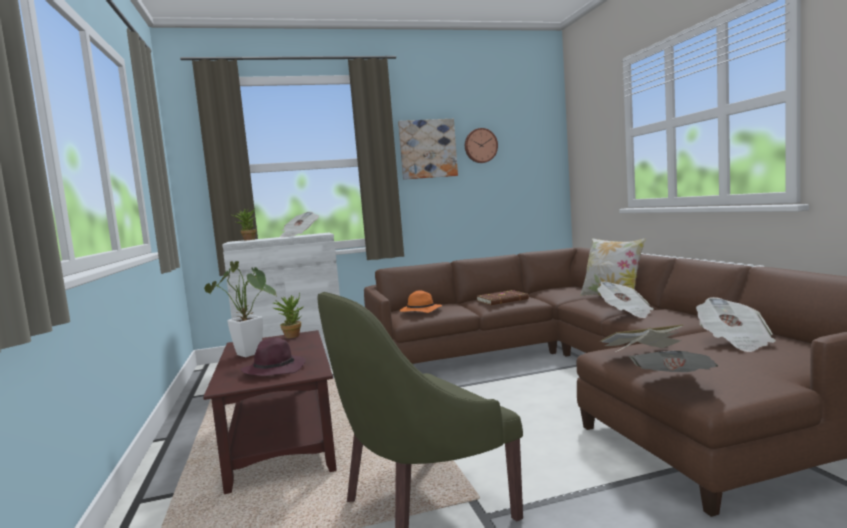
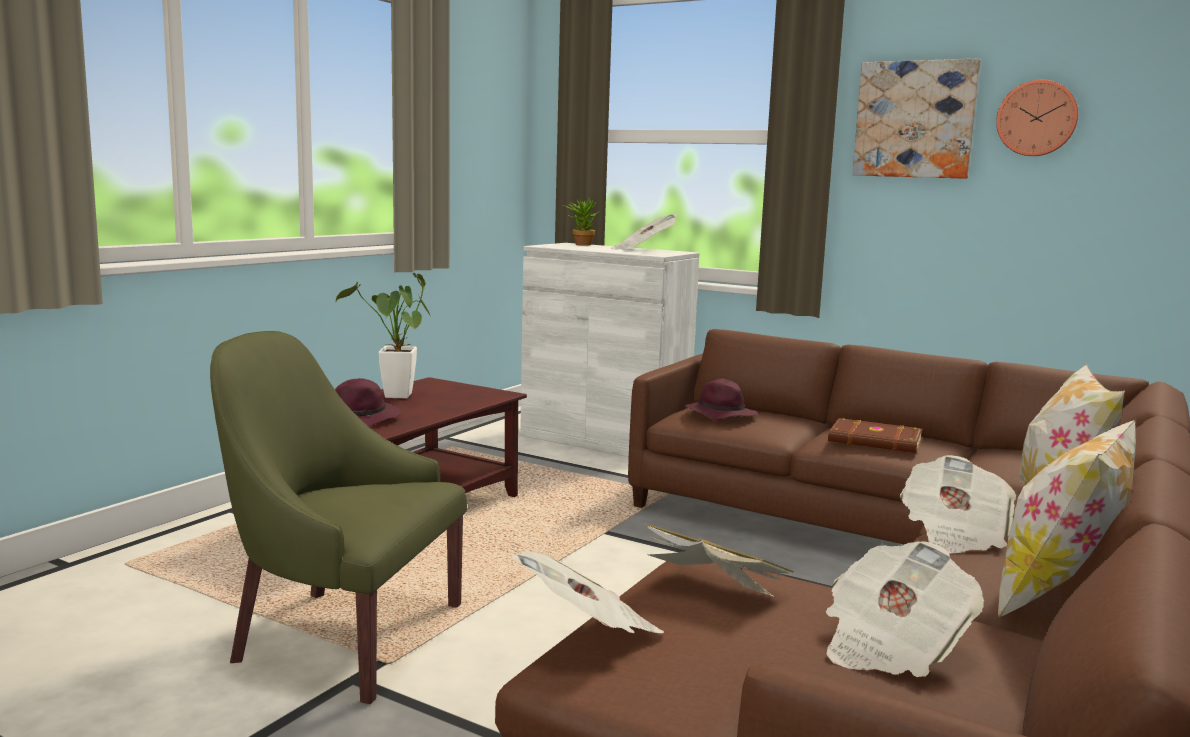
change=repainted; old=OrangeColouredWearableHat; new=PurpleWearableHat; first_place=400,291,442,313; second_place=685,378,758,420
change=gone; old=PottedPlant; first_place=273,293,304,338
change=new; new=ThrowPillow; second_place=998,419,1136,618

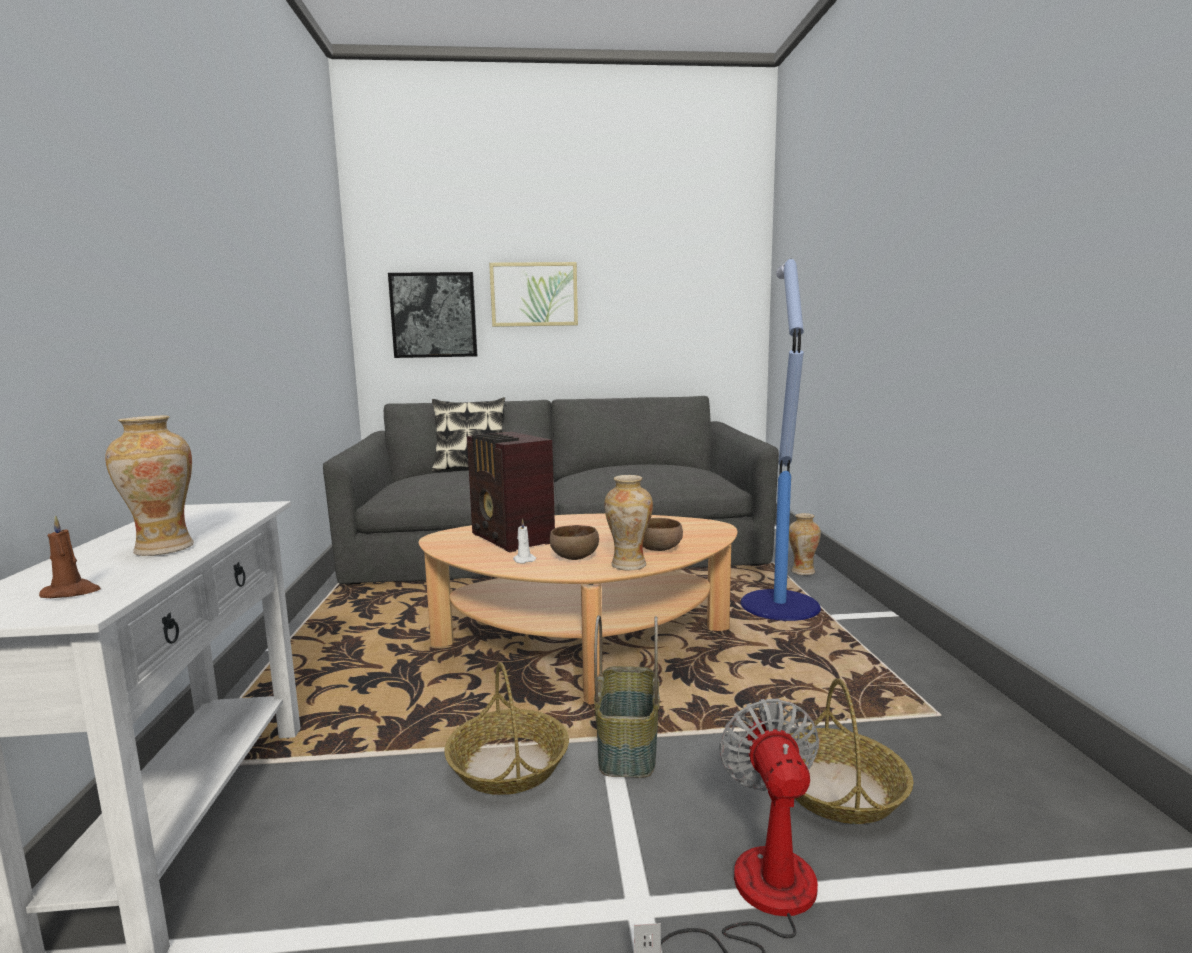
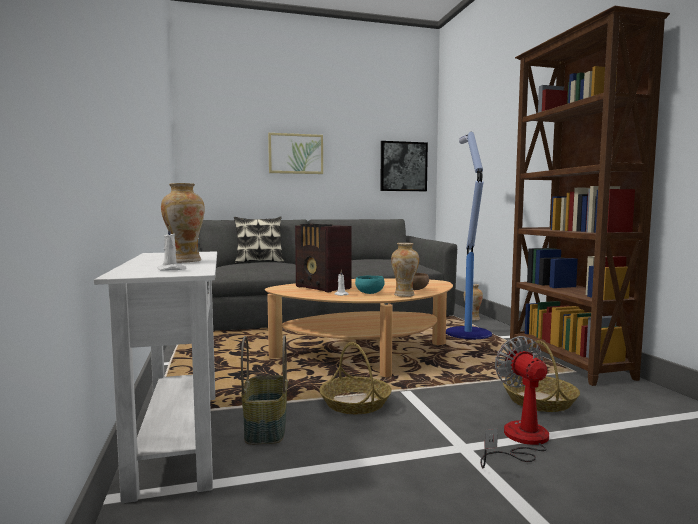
change=shifted; old=Picture; first_place=388,272,477,358; second_place=380,141,428,191
change=repainted; old=BrownishWaxCandle; new=WhiteWaxCandle; first_place=39,515,101,598; second_place=157,225,187,271
change=repainted; old=BrownishBowl; new=BlueGreenBowl; first_place=550,525,599,560; second_place=355,276,385,294
change=shifted; old=StorageBasket; first_place=594,615,660,778; second_place=241,335,288,445
change=new; new=BrownishShelvingUnit; second_place=510,6,670,386

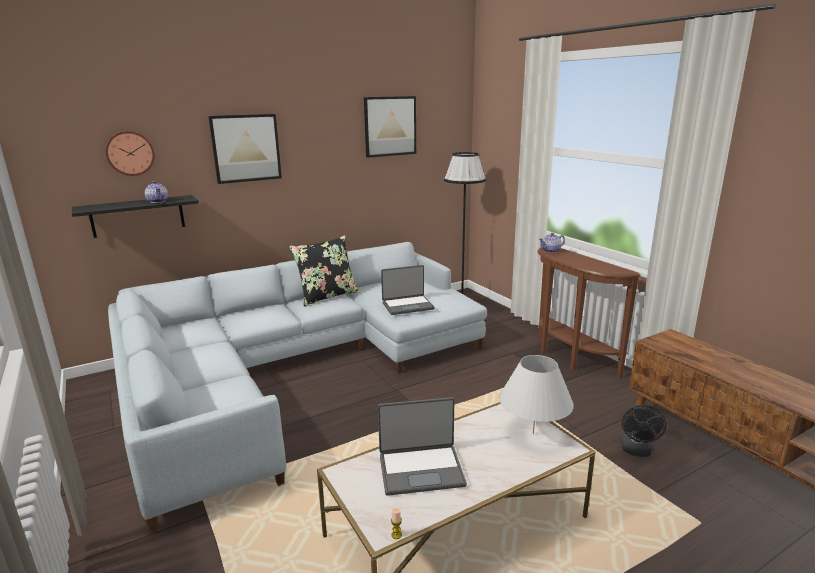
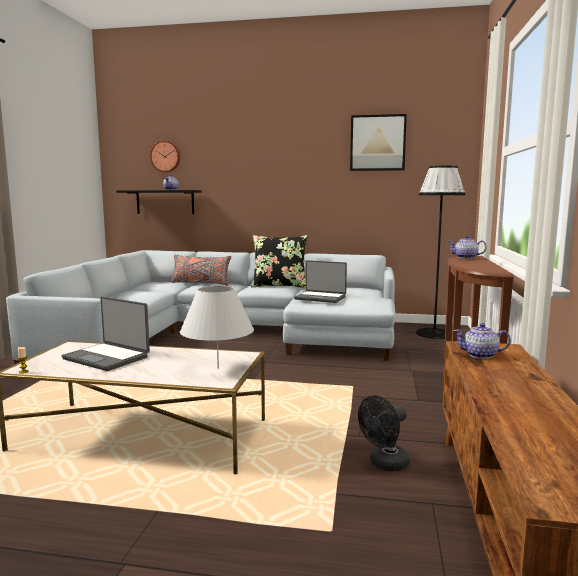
change=gone; old=Picture; first_place=208,114,282,184
change=new; new=GreyishThrowPillow; second_place=171,254,231,286
change=new; new=TeaPot; second_place=453,323,511,359

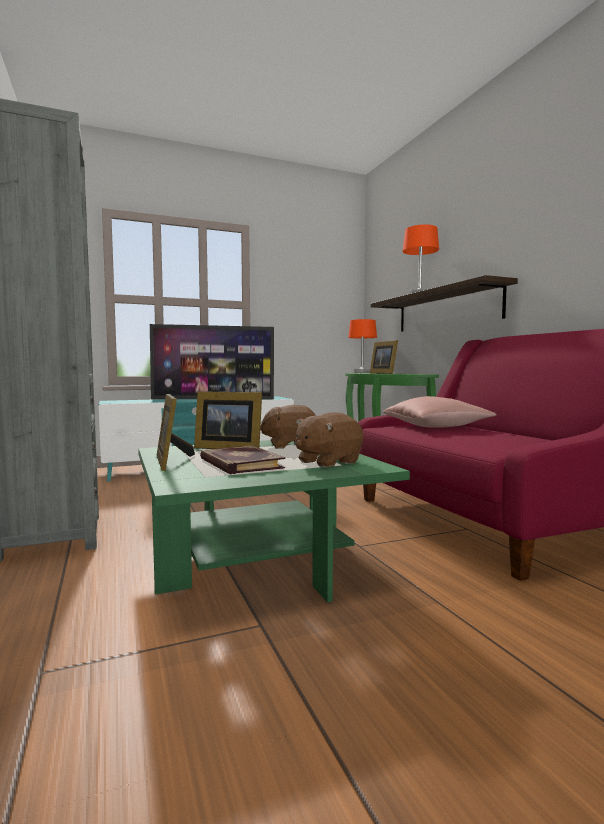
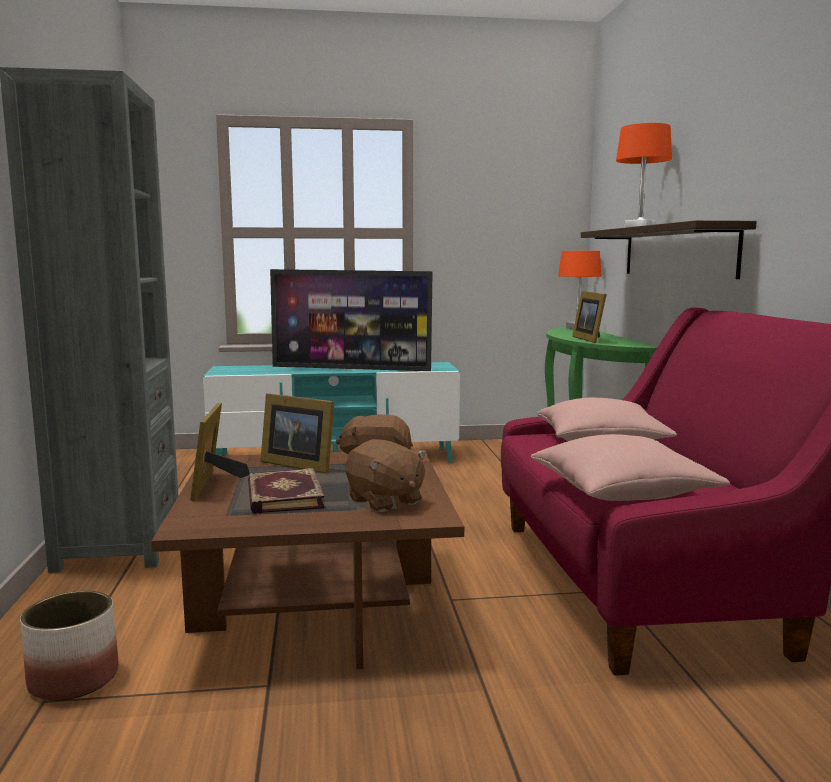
change=rotated; old=BrownishSoftToy; first_place=295,412,363,468; second_place=345,439,427,512; degrees=-105
change=repainted; old=GreenishLoungeTable; new=BrownishLoungeTable; first_place=138,440,410,603; second_place=151,449,464,669
change=new; new=PinkColouredThrowPillow; second_place=531,434,730,501
change=new; new=FlowerPot; second_place=20,591,119,701

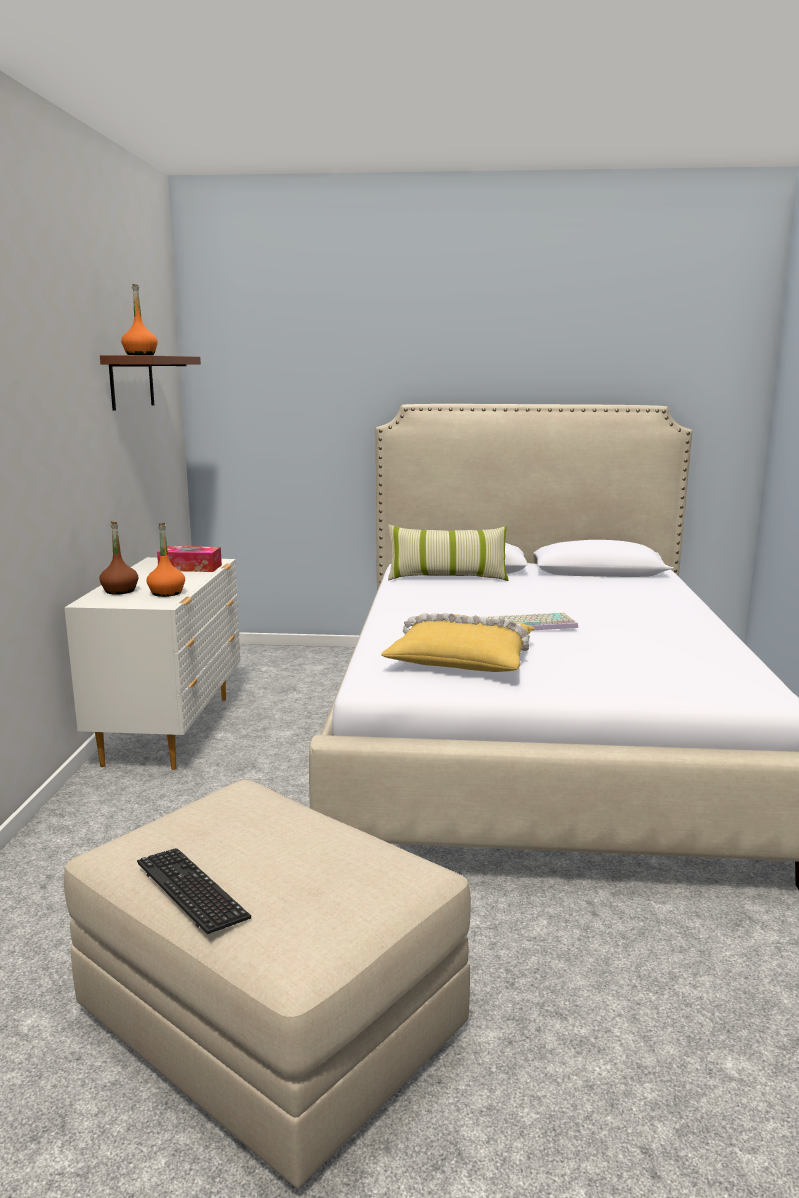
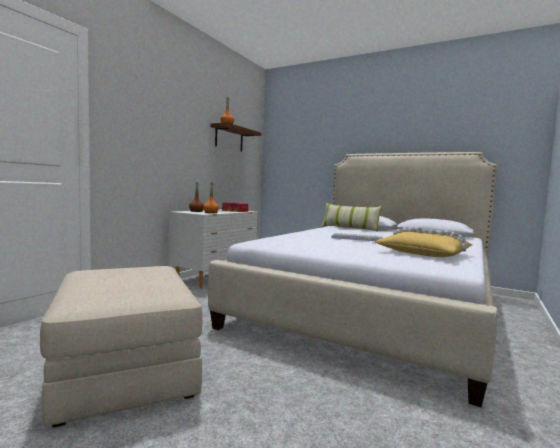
change=shifted; old=YellowishThrowPillow; first_place=381,613,534,672; second_place=375,227,473,257
change=gone; old=PcKeyboard; first_place=137,848,251,934

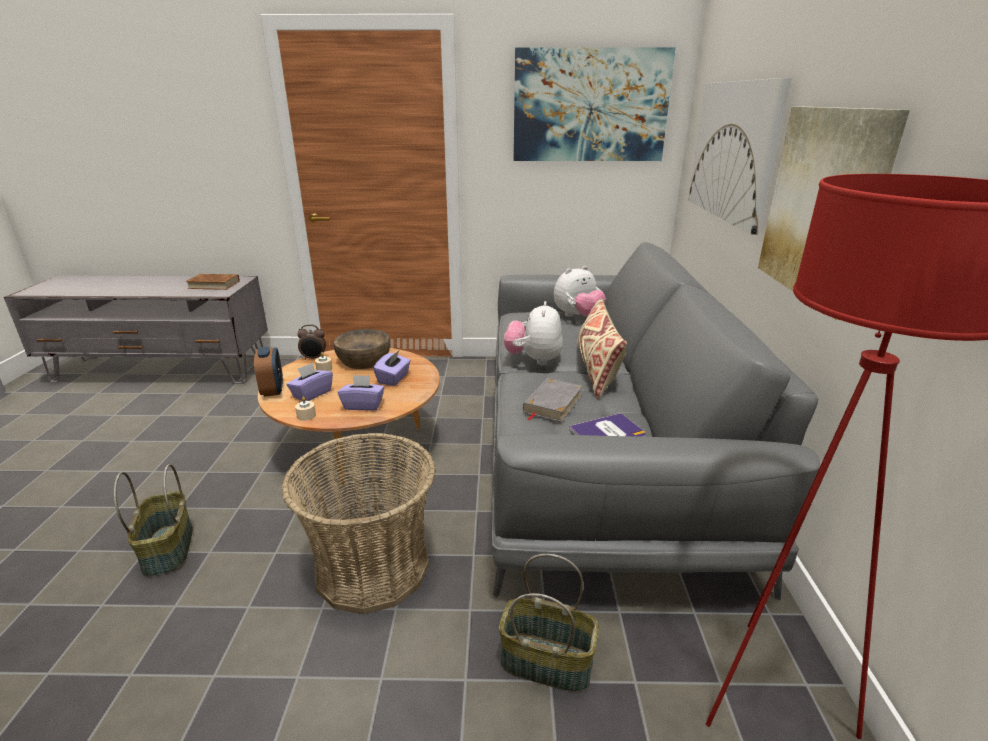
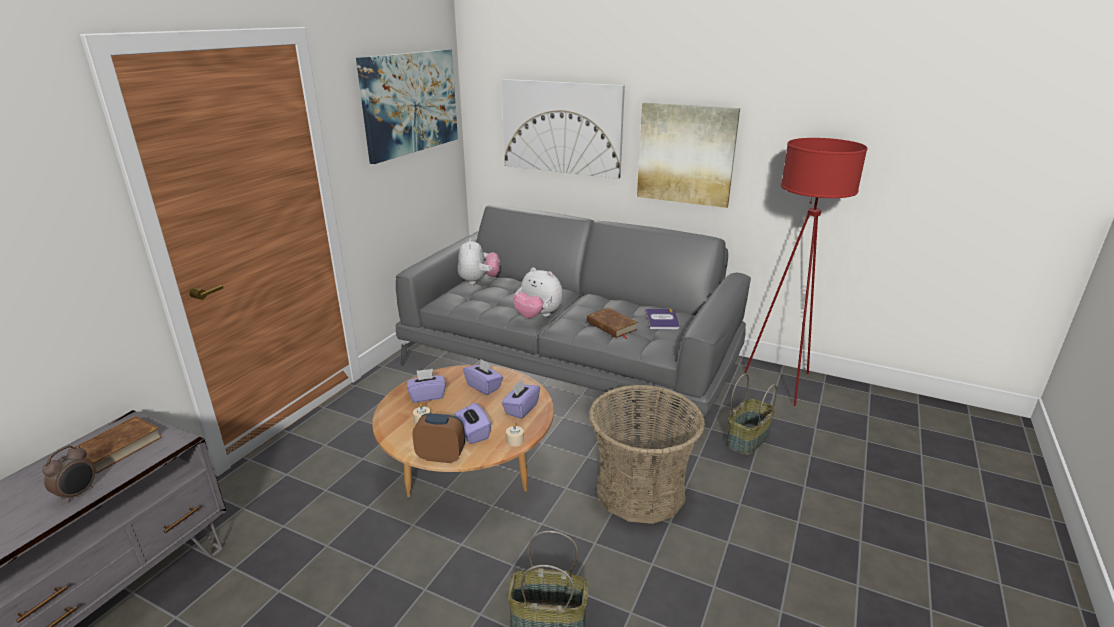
change=gone; old=BeigeThrowPillow; first_place=577,299,627,399
change=shifted; old=TableClock; first_place=297,325,326,360; second_place=42,445,95,503
change=swapped; old=BrownishBowl; new=PurpleBoxOfTissues; first_place=334,329,390,369; second_place=407,369,446,403
change=repainted; old=GreyishBook; new=BrownishBook; first_place=523,378,583,422; second_place=587,308,638,339

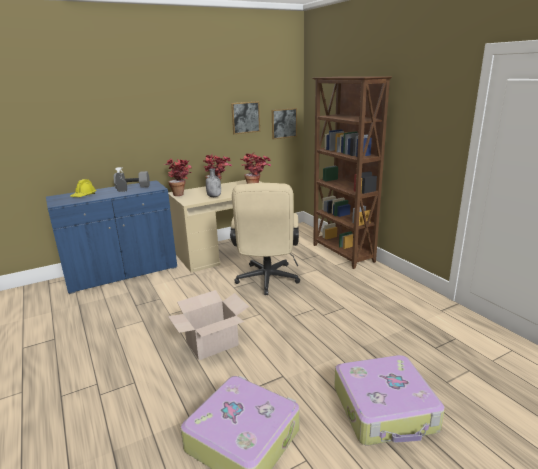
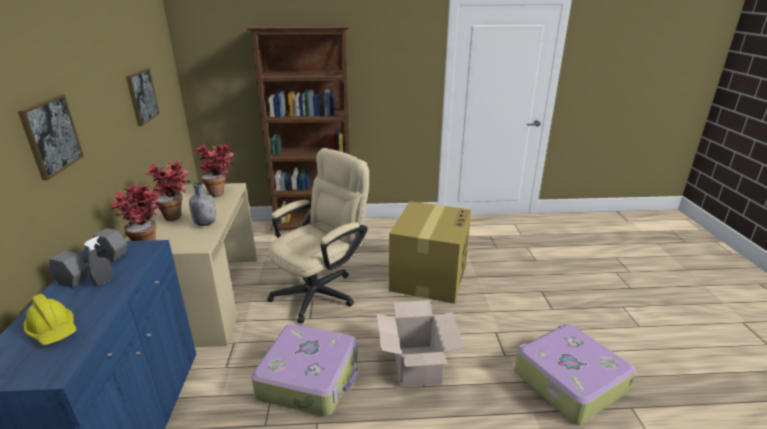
change=shifted; old=Picture; first_place=272,108,297,139; second_place=18,94,84,180
change=rotated; old=BeigeComputerChair; first_place=230,183,300,295; second_place=267,148,369,323; degrees=-75
change=shifted; old=TravelCase; first_place=334,355,445,445; second_place=251,324,359,416
change=new; new=PackingBox; second_place=389,201,471,304

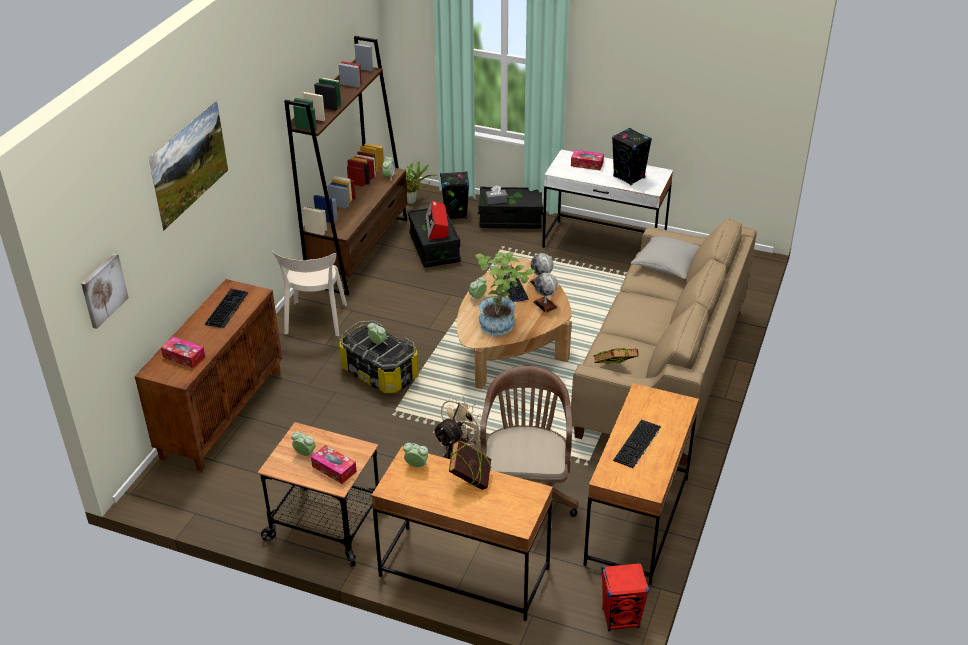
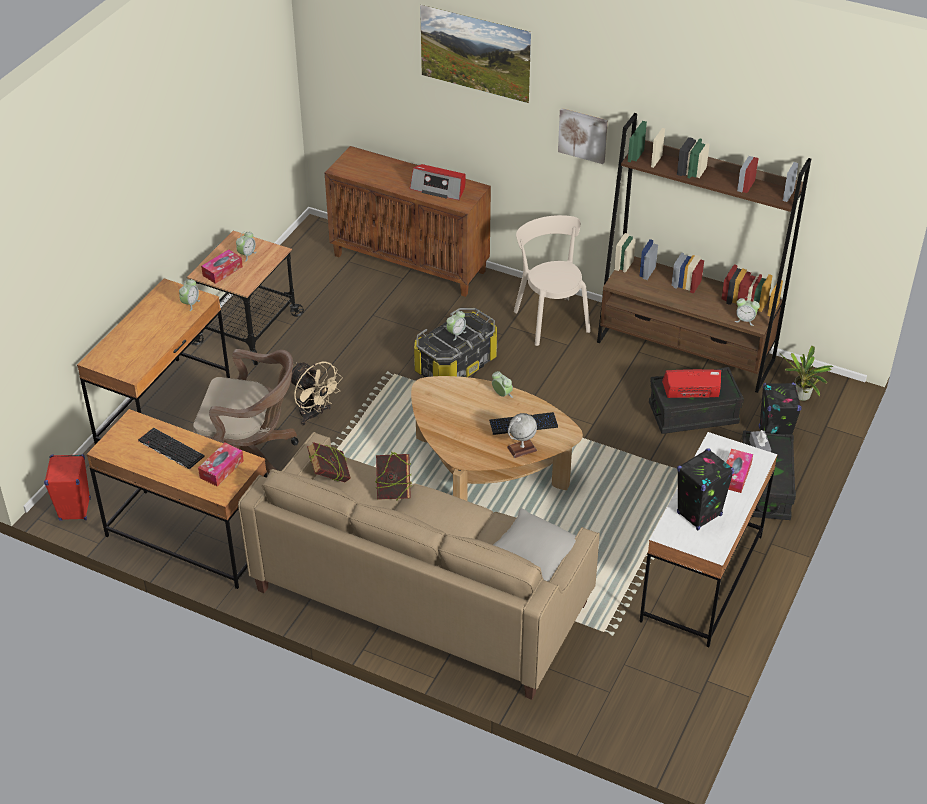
change=rotated; old=BeigePlainChair; first_place=272,251,347,336; second_place=514,215,591,346; degrees=60
change=gone; old=PottedPlant; first_place=476,252,535,335
change=shifted; old=Picture; first_place=81,253,129,329; second_place=558,108,608,164
change=gone; old=WorldGlobe; first_place=533,273,558,313
change=swapped; old=PcKeyboard; new=Radio; first_place=205,289,248,328; second_place=410,164,466,200
change=shifted; old=BoxOfTissues; first_place=161,337,205,368; second_place=198,443,244,486
change=shifted; old=Book; first_place=449,440,491,490; second_place=375,452,412,501

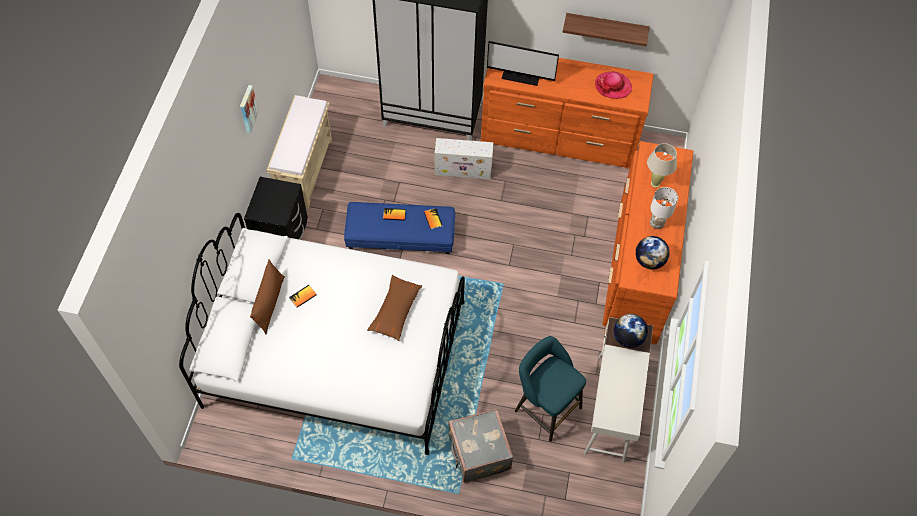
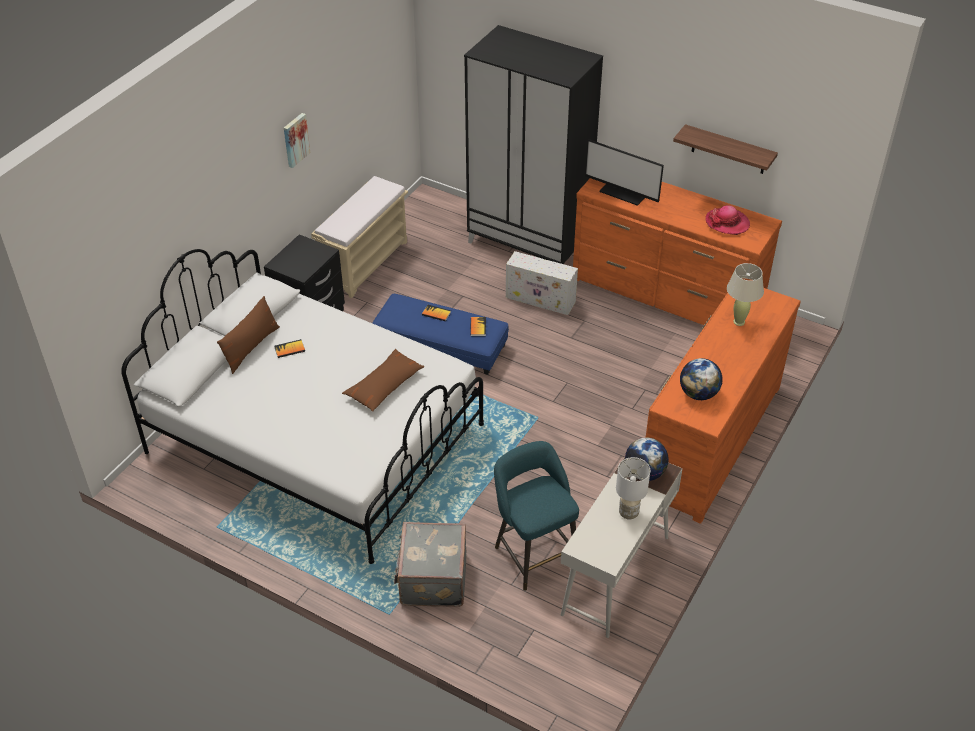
change=shifted; old=WhiteTableLamp; first_place=650,187,678,229; second_place=616,457,650,520

